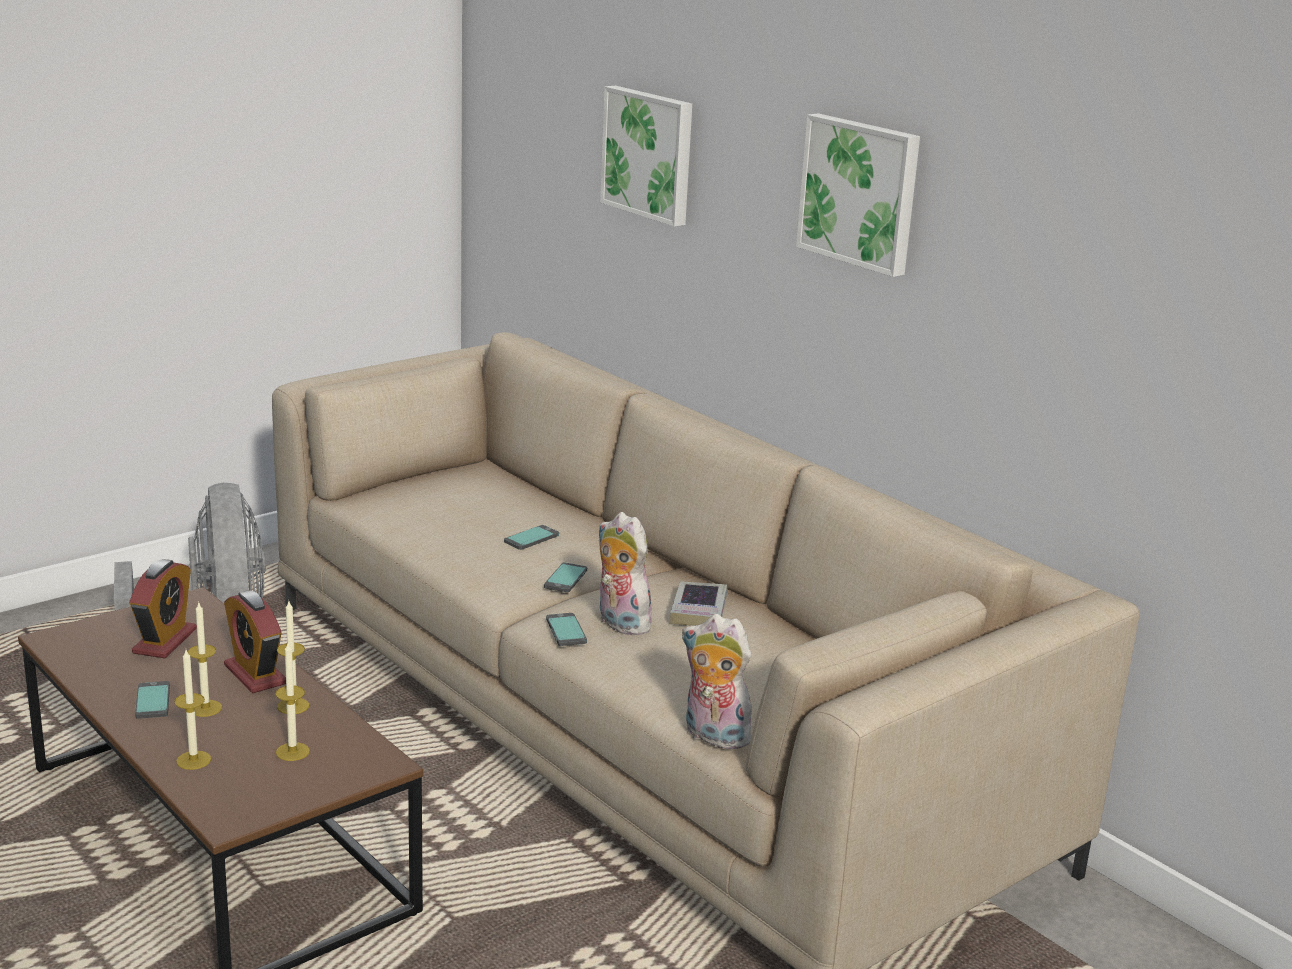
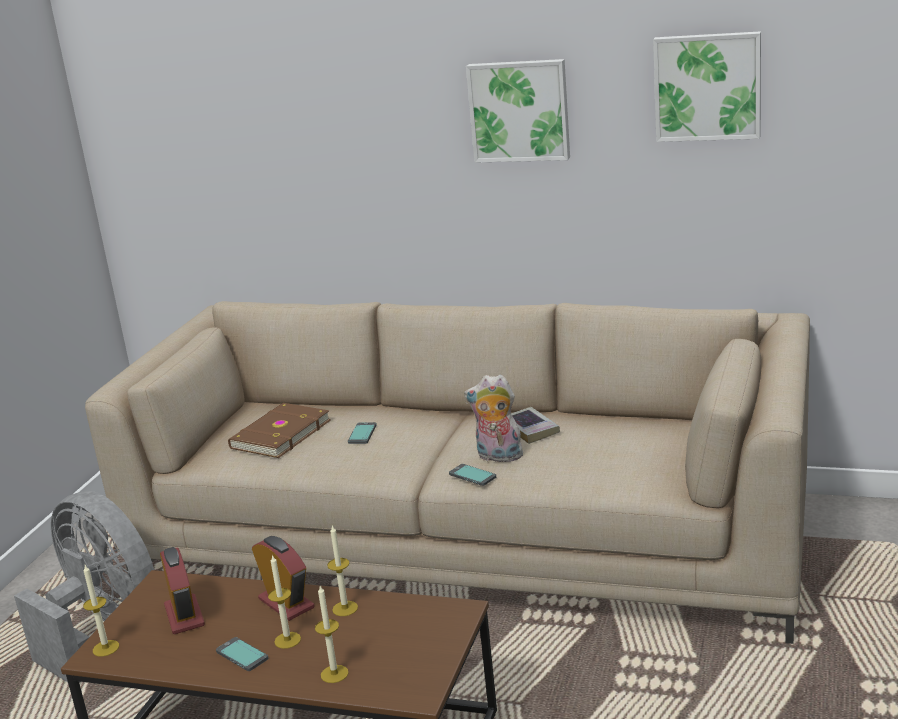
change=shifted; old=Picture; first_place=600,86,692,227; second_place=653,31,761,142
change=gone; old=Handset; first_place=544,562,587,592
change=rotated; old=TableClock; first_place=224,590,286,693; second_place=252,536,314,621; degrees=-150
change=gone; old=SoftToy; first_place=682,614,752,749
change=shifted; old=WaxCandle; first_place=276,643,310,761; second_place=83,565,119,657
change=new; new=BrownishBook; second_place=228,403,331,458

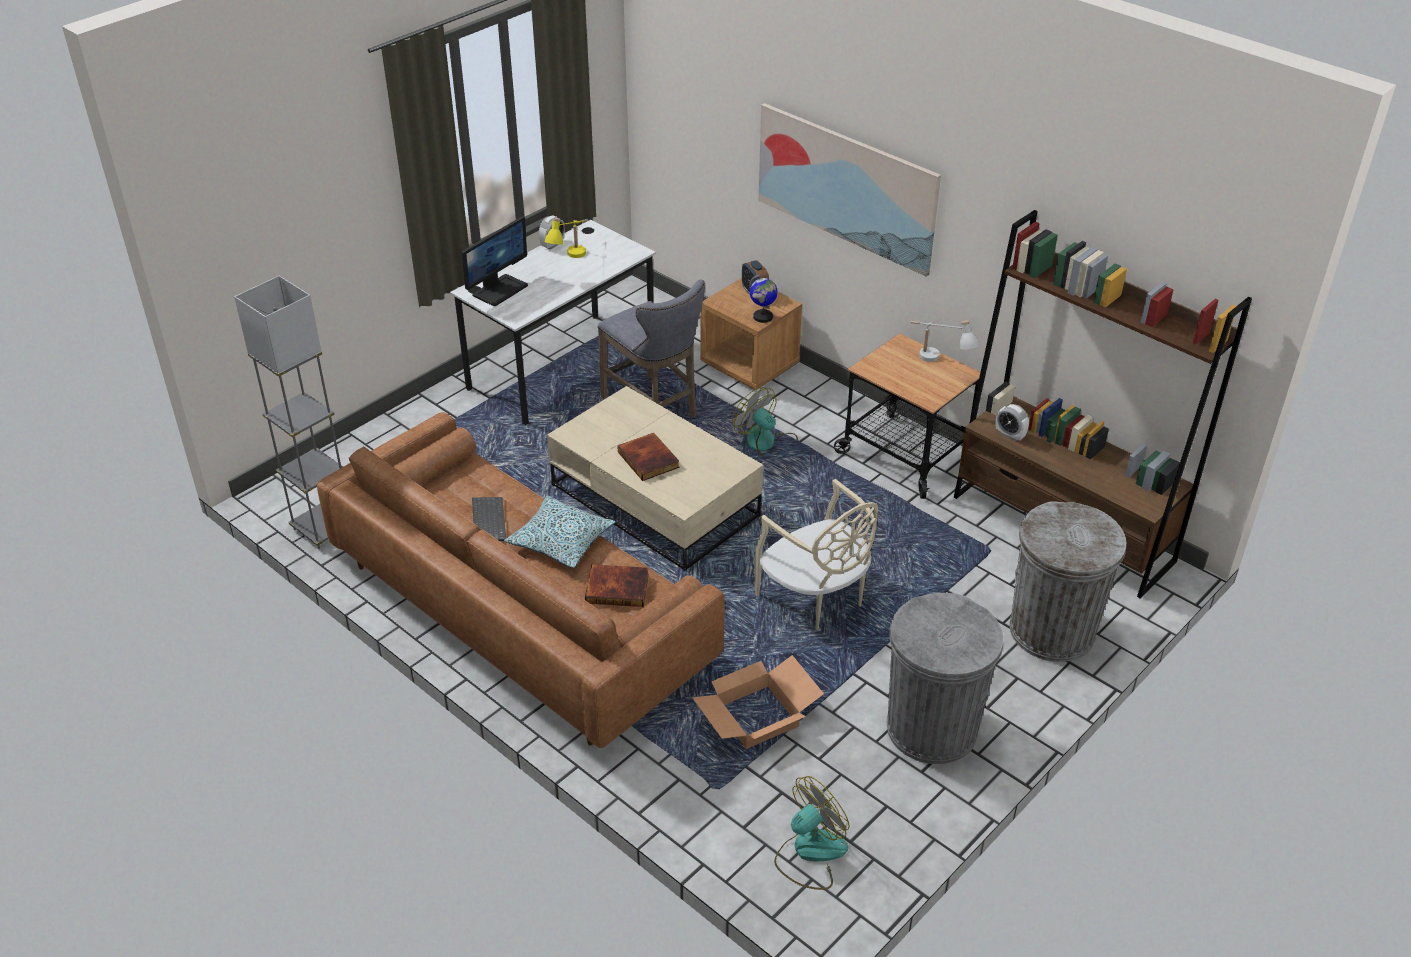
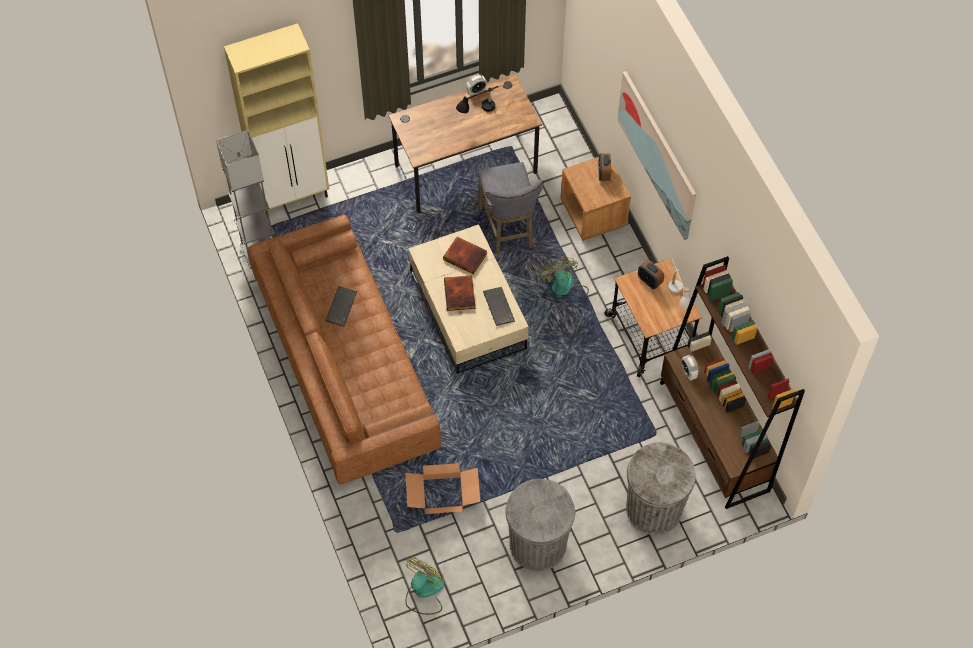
change=gone; old=Monitor; first_place=462,216,528,306
change=repainted; old=YellowishTableLamp; new=BlackishTableLamp; first_place=544,218,588,258; second_place=456,84,504,113
change=repainted; old=WhiteDesk; new=BrownishDesk; first_place=450,220,656,425; second_place=389,74,542,213
change=gone; old=WorldGlobe; first_place=749,275,778,323
change=gone; old=BeigePlainChair; first_place=755,479,878,631
change=gone; old=ThrowPillow; first_place=504,496,616,568
change=shifted; old=Book; first_place=585,564,649,607; second_place=443,237,487,274
change=rotated; old=ElectricFan; first_place=774,776,850,890; second_place=405,556,444,615; degrees=-45
change=new; new=BeigeStorageCabinet; second_place=224,23,329,217
change=new; new=TableClock; second_place=638,260,664,289
change=new; new=PcKeyboard; second_place=483,287,515,326

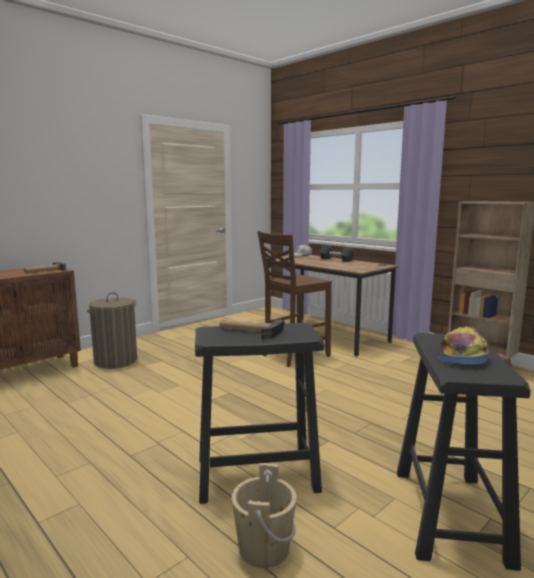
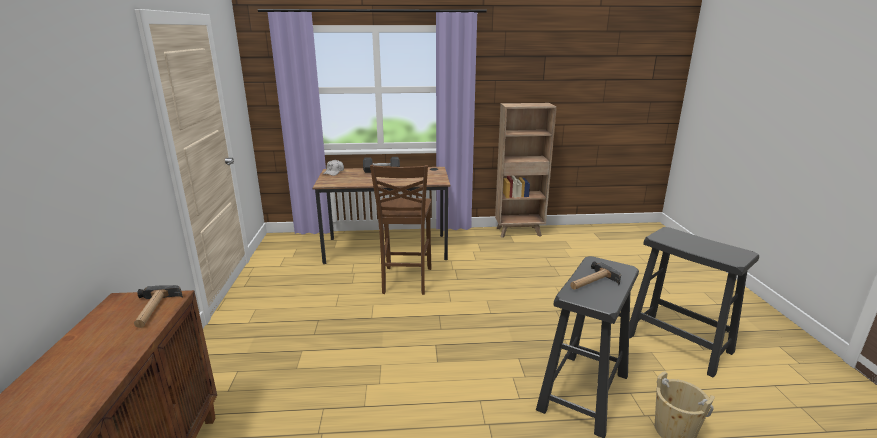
change=gone; old=Hamper; first_place=87,292,137,369
change=gone; old=BaseballCap; first_place=439,327,491,365

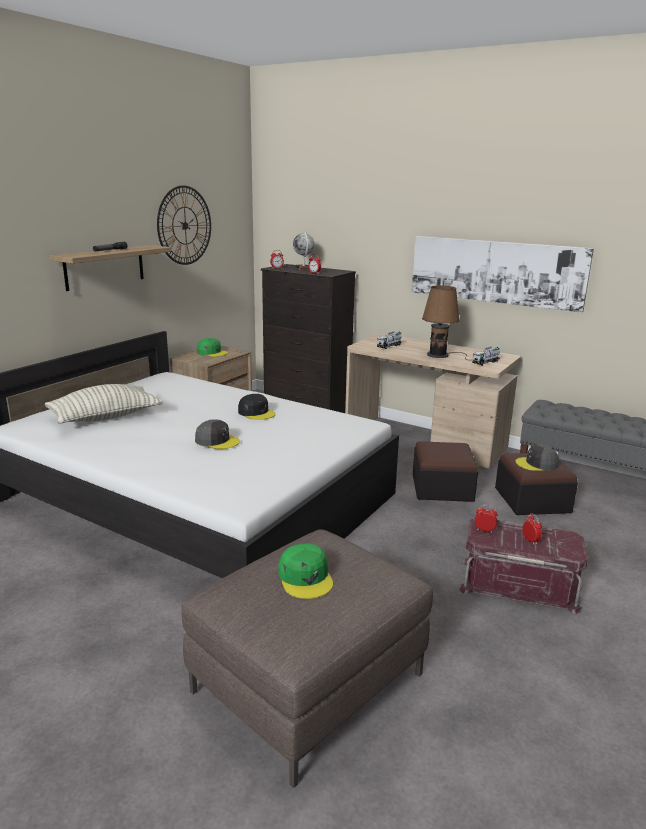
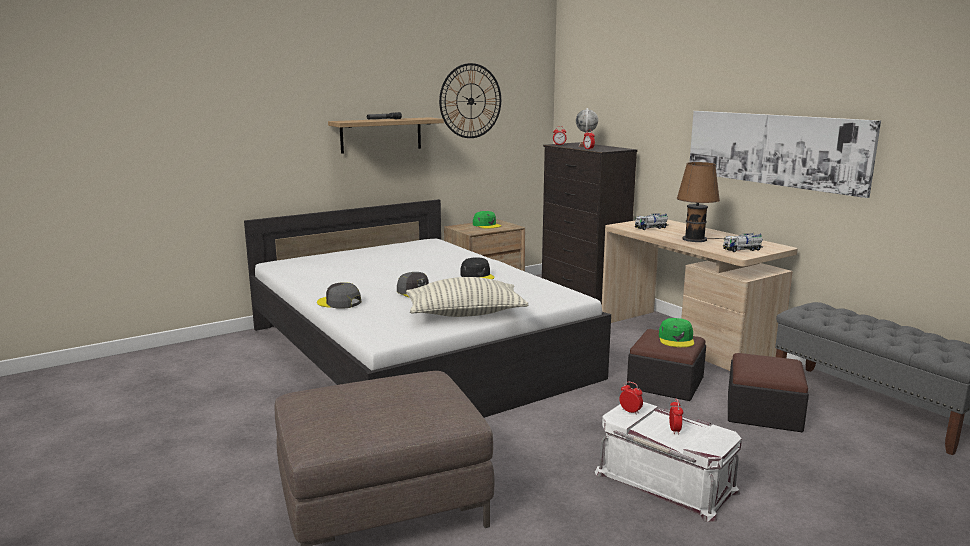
change=shifted; old=ThrowPillow; first_place=45,384,163,424; second_place=406,277,528,317
change=shifted; old=GreyishBaseballCap; first_place=515,445,559,471; second_place=317,283,361,309
change=repainted; old=ReddishStorageBin; new=WhiteStorageBin; first_place=459,518,588,615; second_place=595,402,742,522
change=shifted; old=GreenishBaseballCap; first_place=278,544,333,599; second_place=659,318,694,347

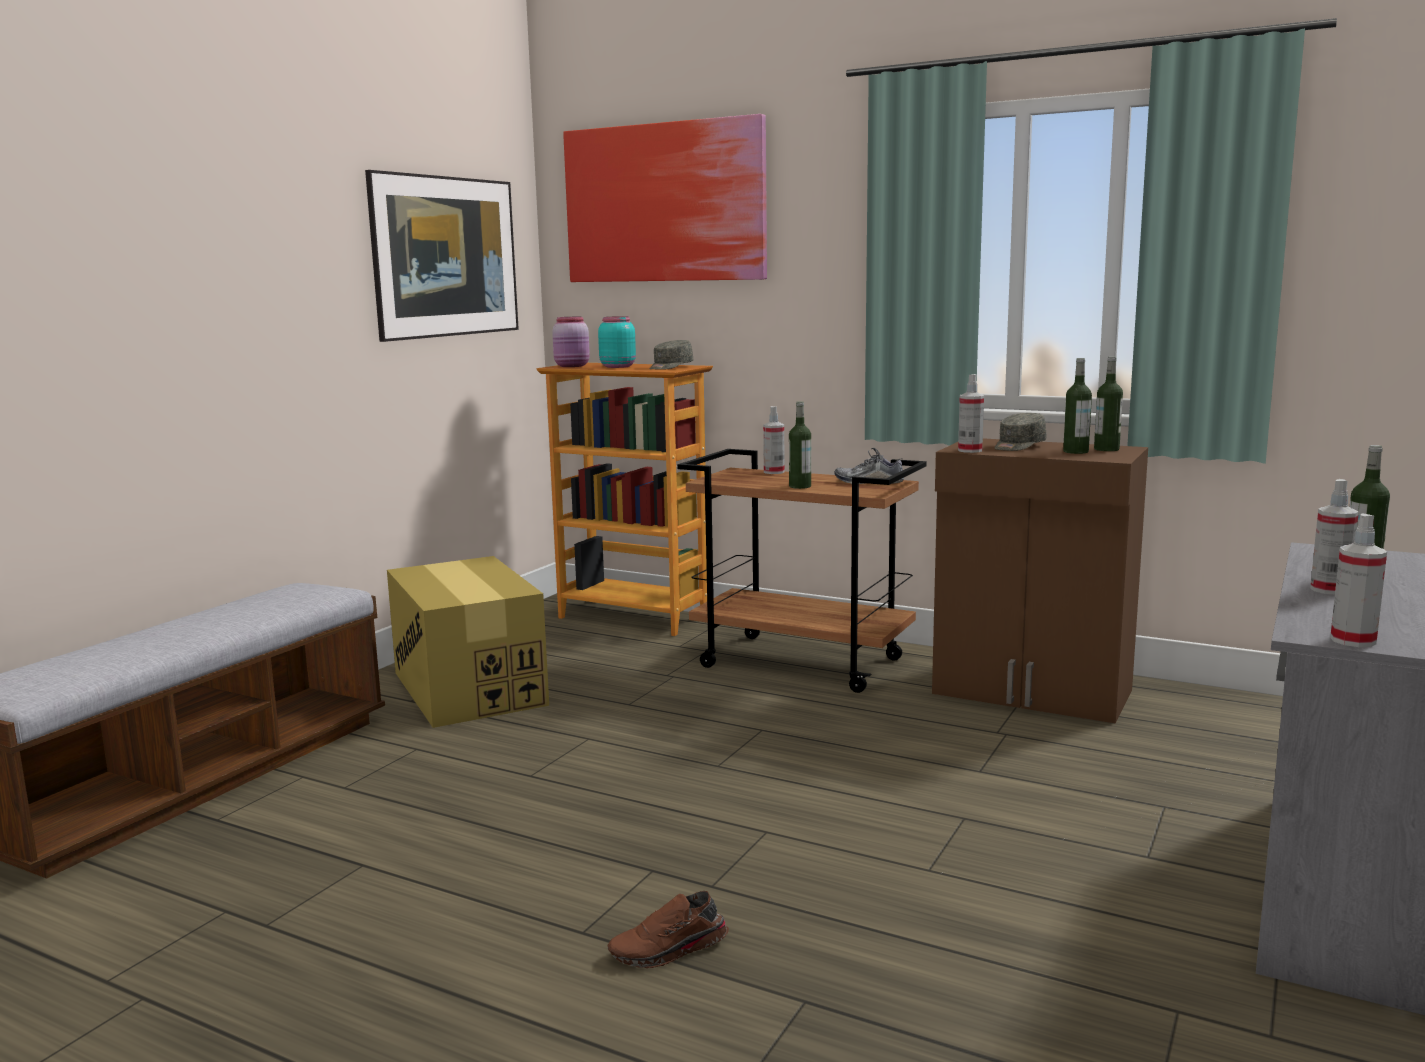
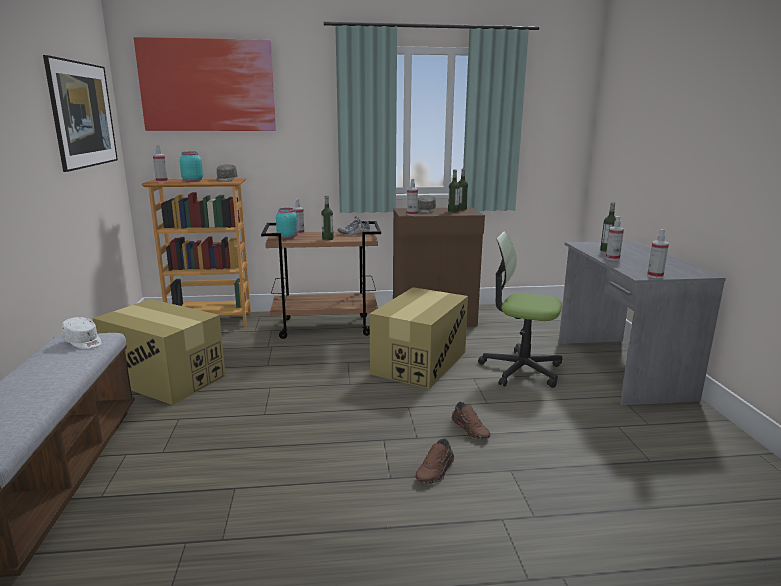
change=swapped; old=PinkColouredPreserveJar; new=SprayBottle; first_place=552,317,590,367; second_place=153,145,168,182
change=new; new=BlueGreenPreserveJar; second_place=276,208,298,238
change=new; new=ComputerChair; second_place=478,231,562,388
change=new; new=PackingBox; second_place=370,287,468,389
change=new; new=WhiteBaseballCap; second_place=62,317,101,349
change=new; new=BrownishItemOfFootwear; second_place=452,402,490,440

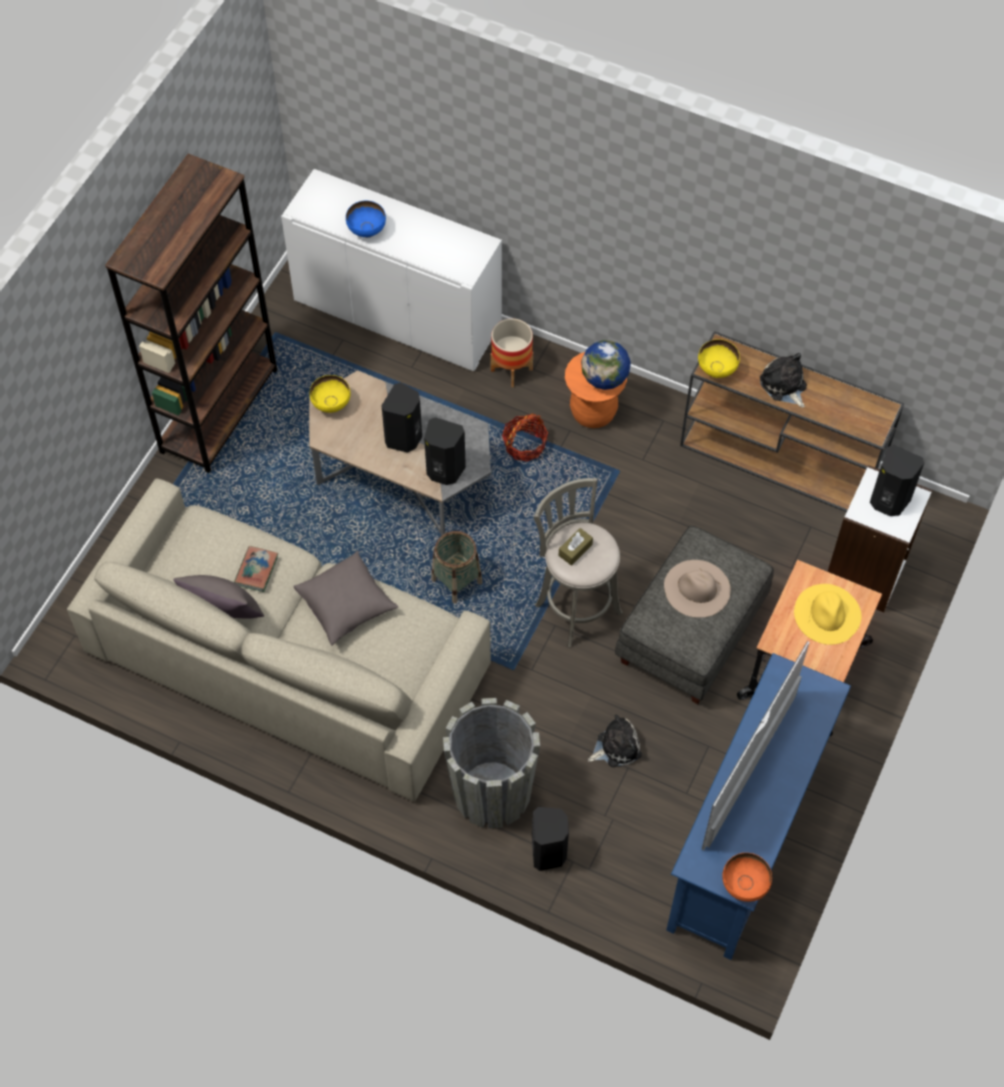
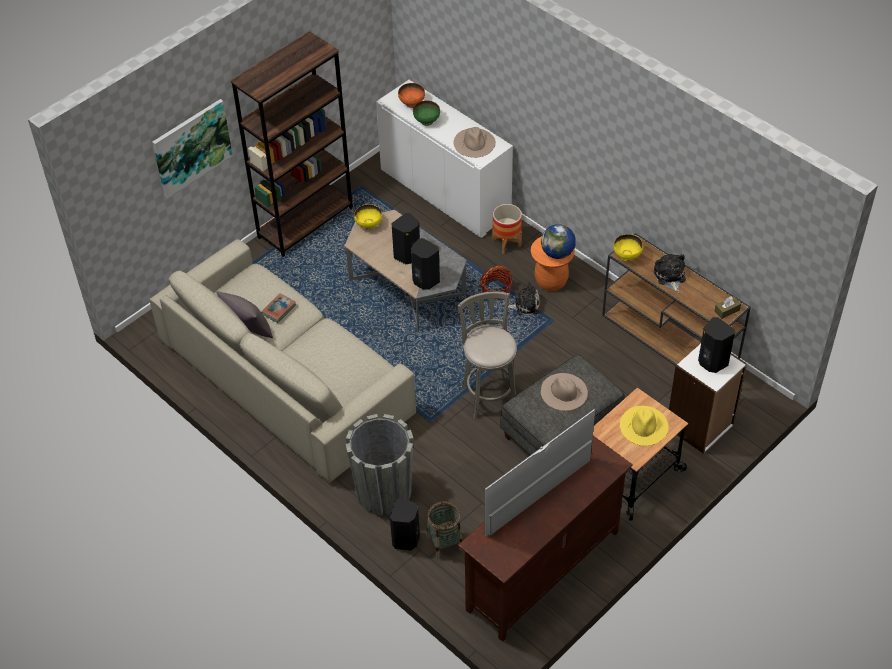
change=repainted; old=BluishBowl; new=GreenishBowl; first_place=346,201,386,238; second_place=413,101,440,126
change=shifted; old=BrownishBoxOfTissues; first_place=559,528,593,566; second_place=715,296,741,319
change=shifted; old=StorageBasket; first_place=431,531,483,604; second_place=426,501,463,559
change=gone; old=GreyishThrowPillow; first_place=293,551,398,646
change=repainted; old=BluishMediaConsole; new=BrownishMediaConsole; first_place=666,653,851,960; second_place=458,436,633,642
change=shifted; old=SoftToy; first_place=588,714,642,767; second_place=508,282,539,315
change=shifted; old=OrangeColouredBowl; first_place=722,853,772,902; second_place=398,83,425,108
change=new; new=Picture; second_place=152,99,233,198
change=new; new=BeigeWearableHat; second_place=453,127,496,158

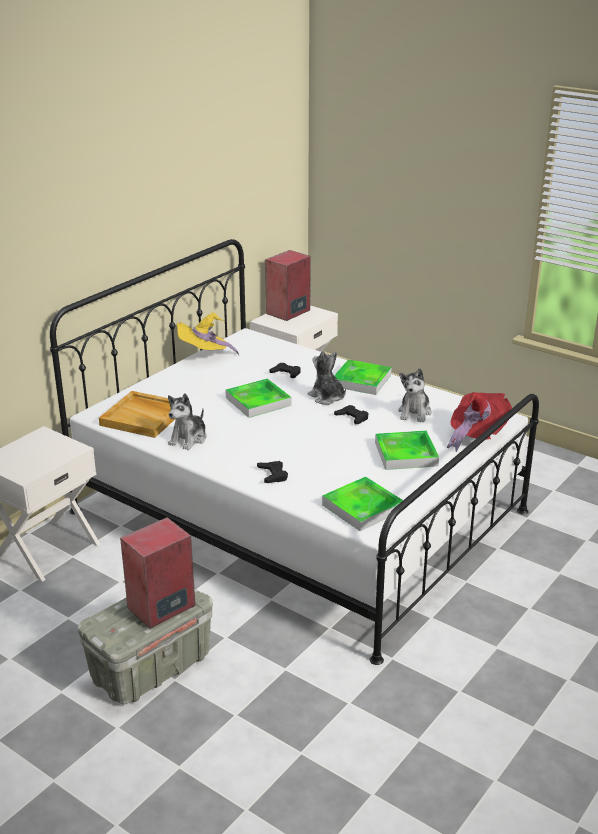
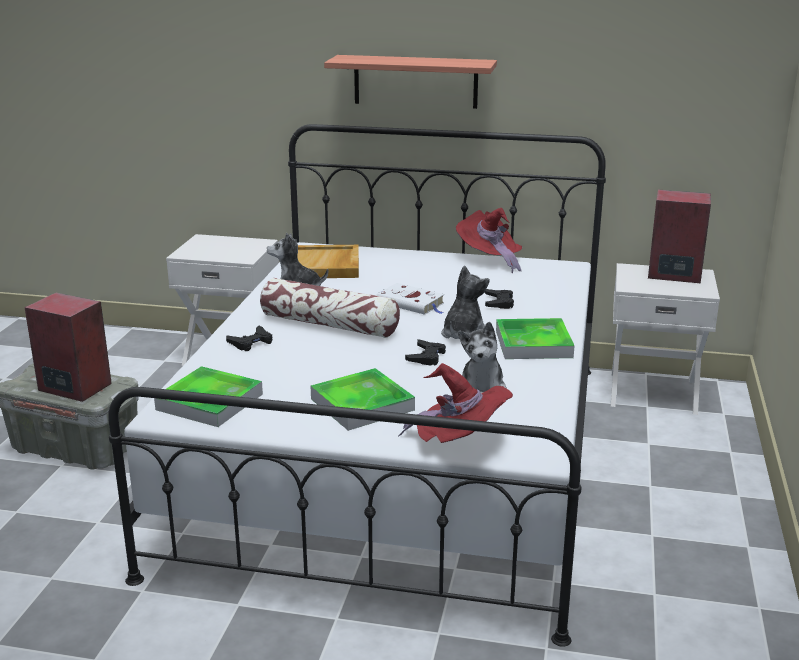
change=repainted; old=YellowishWearableHat; new=ReddishWearableHat; first_place=176,312,239,355; second_place=456,208,522,273
change=rotated; old=SoftToy; first_place=398,368,432,422; second_place=458,322,507,392; degrees=-75
change=swapped; old=Tray; new=WhiteBook; first_place=226,378,292,418; second_place=376,283,444,315
change=new; new=Shelf; second_place=324,55,497,109
change=new; new=ThrowPillow; second_place=260,278,400,338

